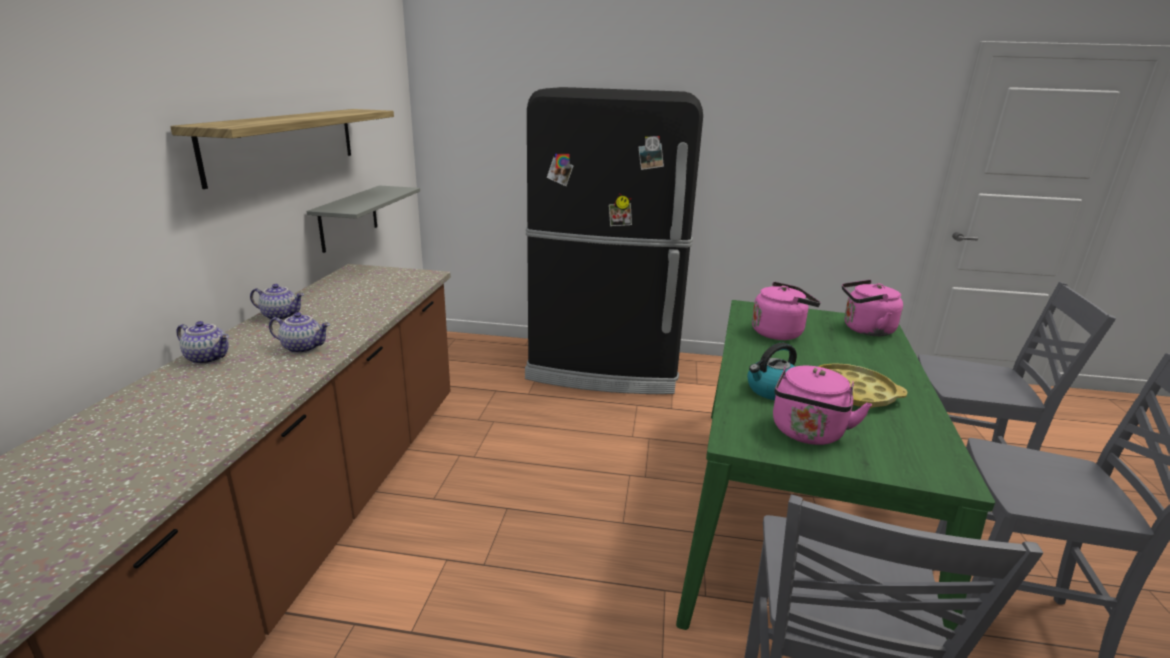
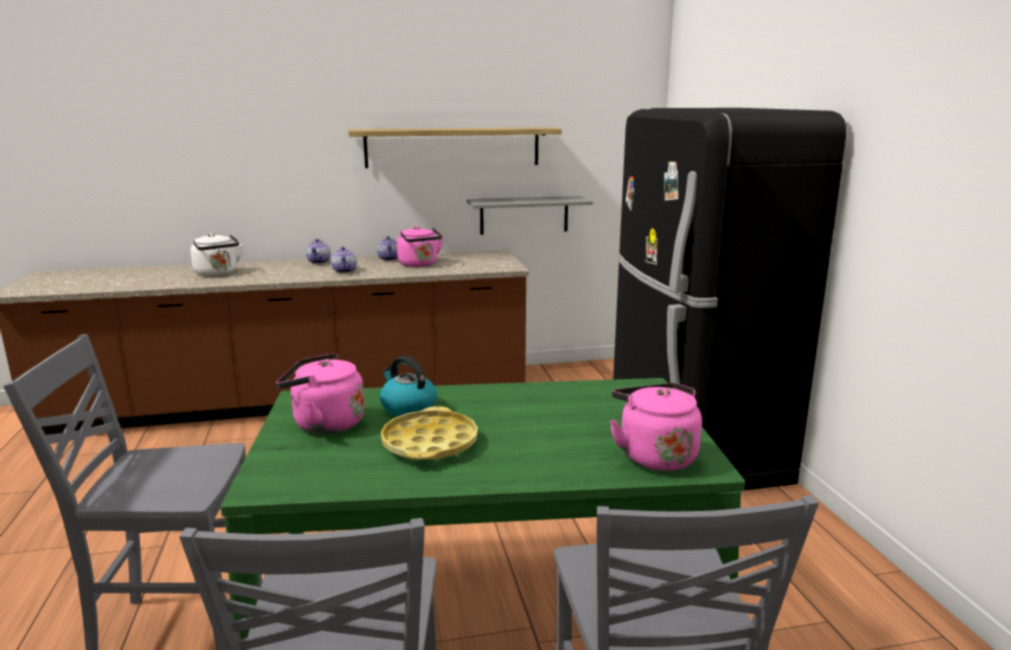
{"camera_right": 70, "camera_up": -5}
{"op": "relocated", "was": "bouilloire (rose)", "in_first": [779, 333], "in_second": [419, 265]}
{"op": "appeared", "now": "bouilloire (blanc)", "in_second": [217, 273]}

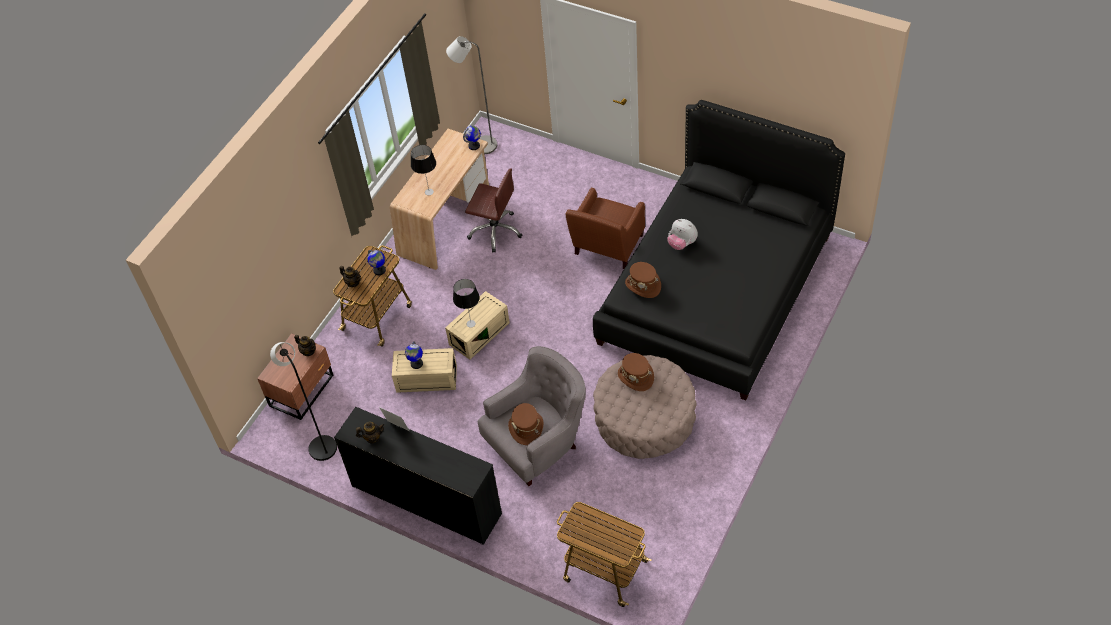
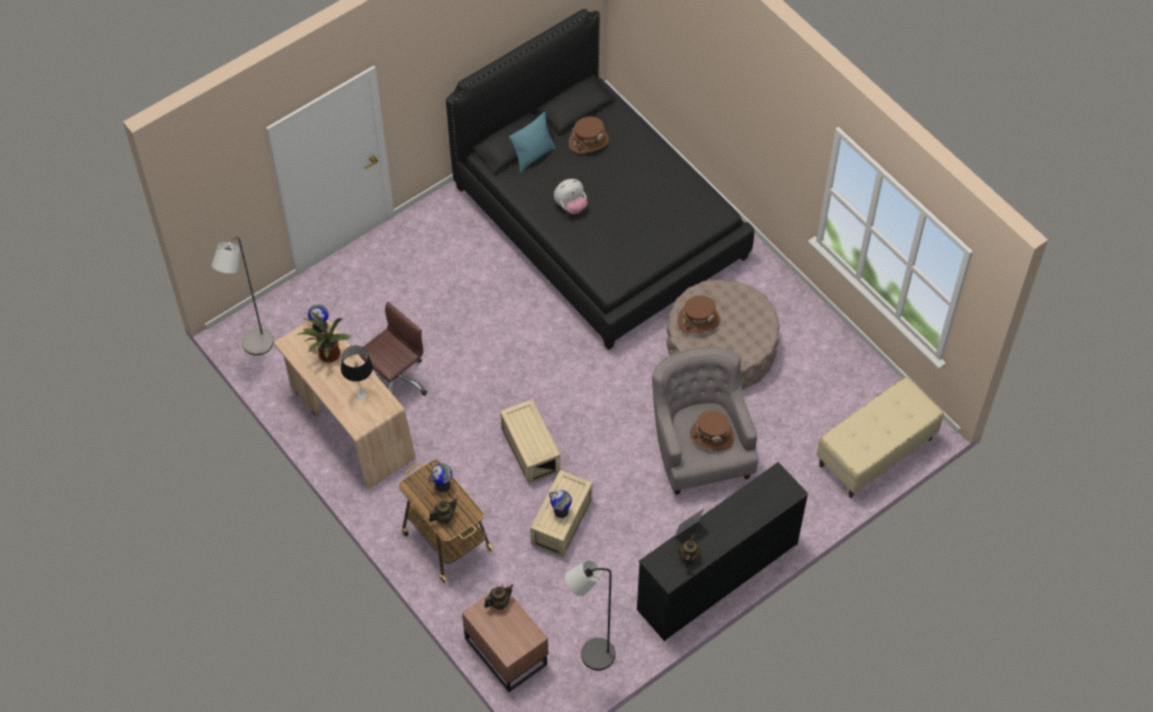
{"camera_right": -70, "camera_up": 5}
{"op": "missing", "was": "lampe de table", "in_first": [471, 323]}
{"op": "exchanged", "was": "chariot", "now": "banc (beige)", "in_first": [604, 570], "in_second": [875, 452]}
{"op": "missing", "was": "fauteuil (marron)", "in_first": [606, 248]}
{"op": "relocated", "was": "chapeau (marron)", "in_first": [643, 285], "in_second": [588, 141]}
{"op": "appeared", "now": "plante en pot", "in_second": [328, 356]}
{"op": "appeared", "now": "coussin (turquoise)", "in_second": [533, 156]}

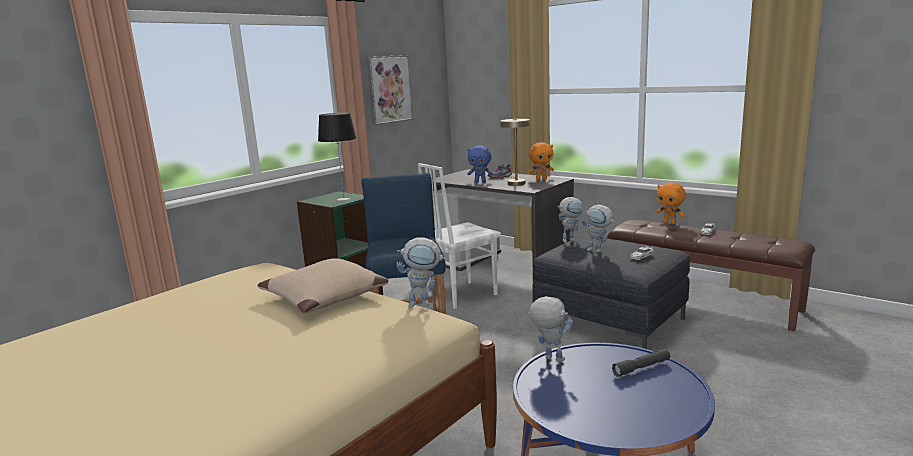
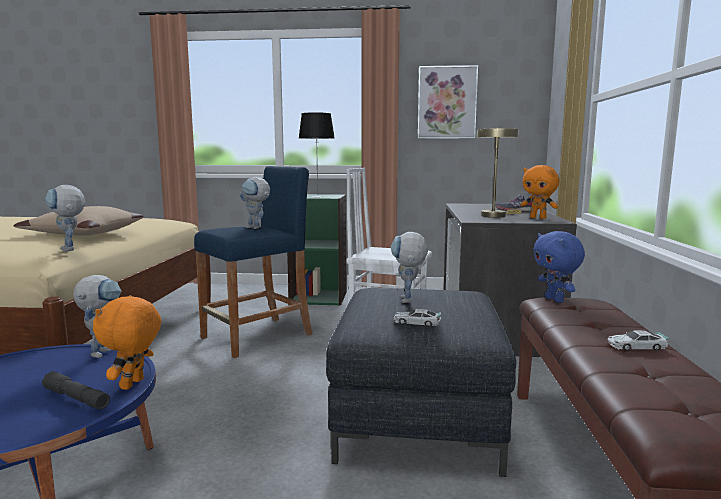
{"camera_right": 55, "camera_up": -5}
{"op": "relocated", "was": "peluche (bleu)", "in_first": [480, 182], "in_second": [555, 300]}
{"op": "relocated", "was": "robot jouet", "in_first": [571, 240], "in_second": [257, 228]}
{"op": "relocated", "was": "peluche (orange)", "in_first": [670, 223], "in_second": [133, 384]}

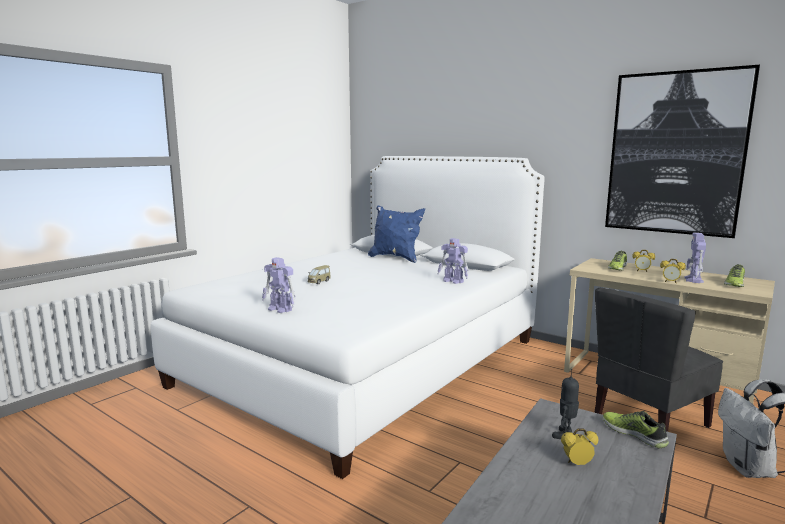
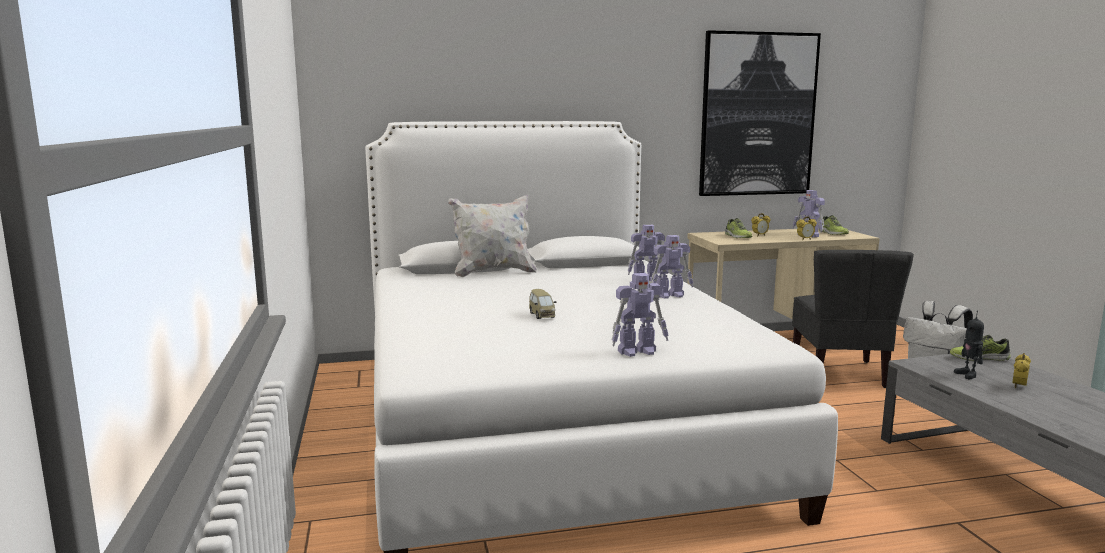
{"camera_right": -50, "camera_up": 0}
{"op": "colour", "was": "coussin (bleu)", "now": "coussin (blanc)", "in_first": [395, 258], "in_second": [493, 272]}
{"op": "appeared", "now": "robot jouet", "in_second": [670, 295]}

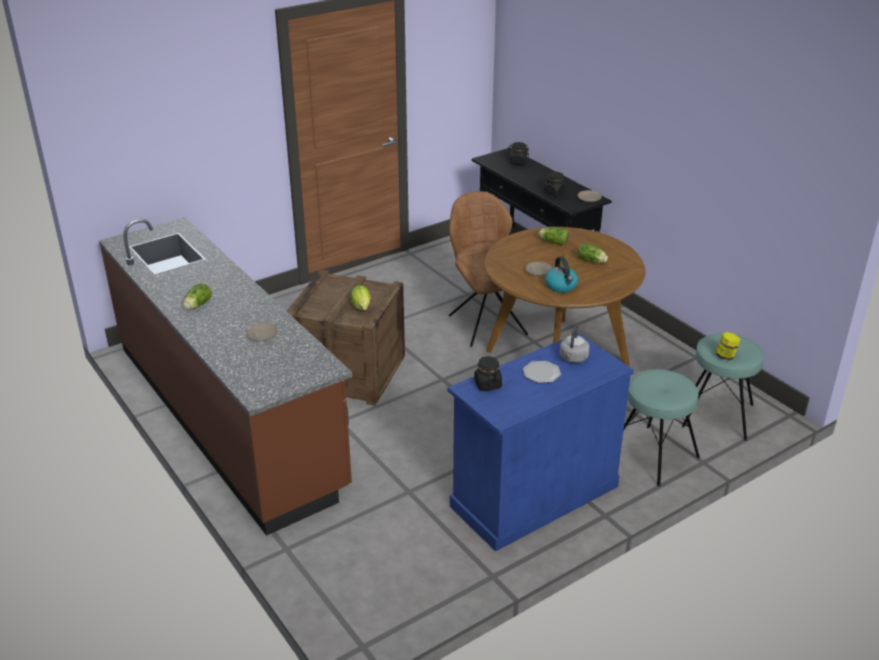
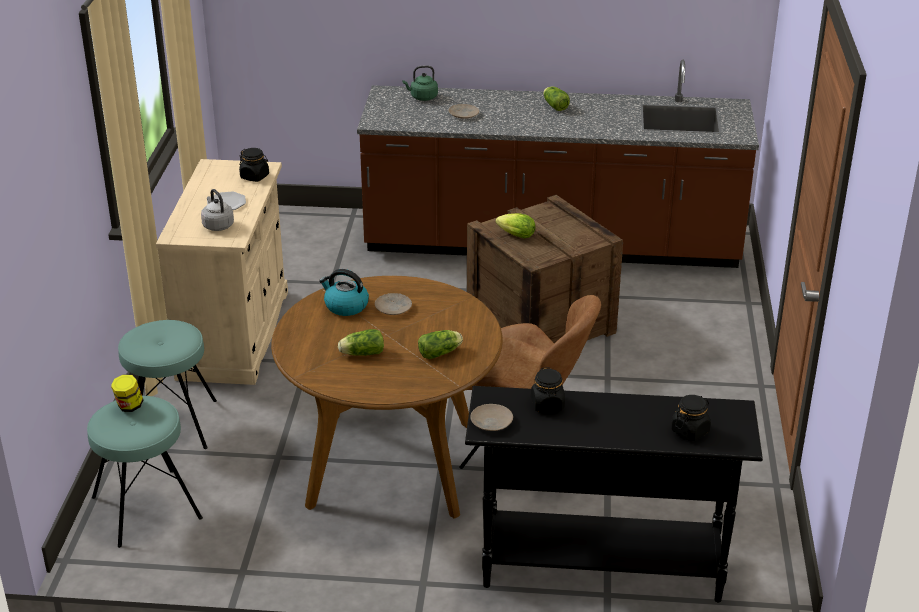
{"camera_right": 130, "camera_up": 0}
{"op": "colour", "was": "meuble de rangement (bleu)", "now": "meuble de rangement (beige)", "in_first": [534, 496], "in_second": [234, 334]}
{"op": "appeared", "now": "bouilloire (vert)", "in_second": [422, 97]}

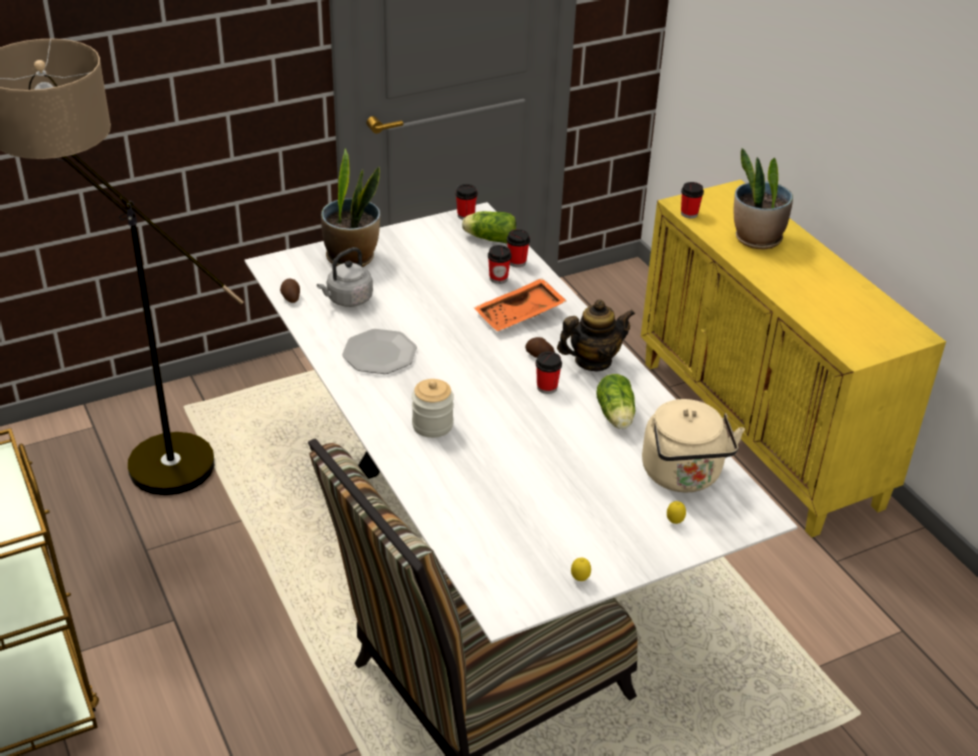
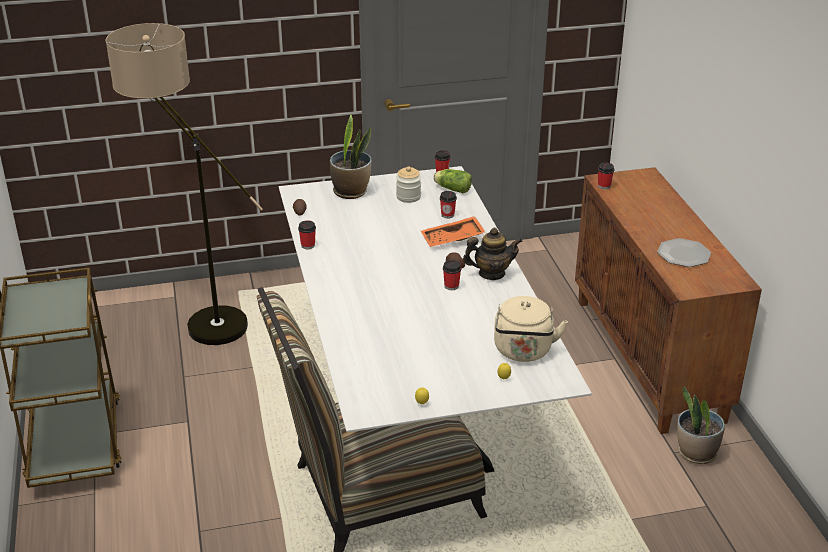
{"camera_right": 15, "camera_up": -5}
{"op": "missing", "was": "bouilloire (gris)", "in_first": [347, 299]}
{"op": "relocated", "was": "assiette", "in_first": [379, 353], "in_second": [683, 254]}
{"op": "relocated", "was": "bocal", "in_first": [432, 425], "in_second": [408, 197]}
{"op": "relocated", "was": "tasse", "in_first": [517, 262], "in_second": [308, 245]}
{"op": "missing", "was": "laitue", "in_first": [616, 416]}
{"op": "colour", "was": "meuble de rangement (jaune)", "now": "meuble de rangement (marron)", "in_first": [760, 433], "in_second": [649, 359]}
{"op": "relocated", "was": "plante en pot", "in_first": [756, 239], "in_second": [696, 453]}

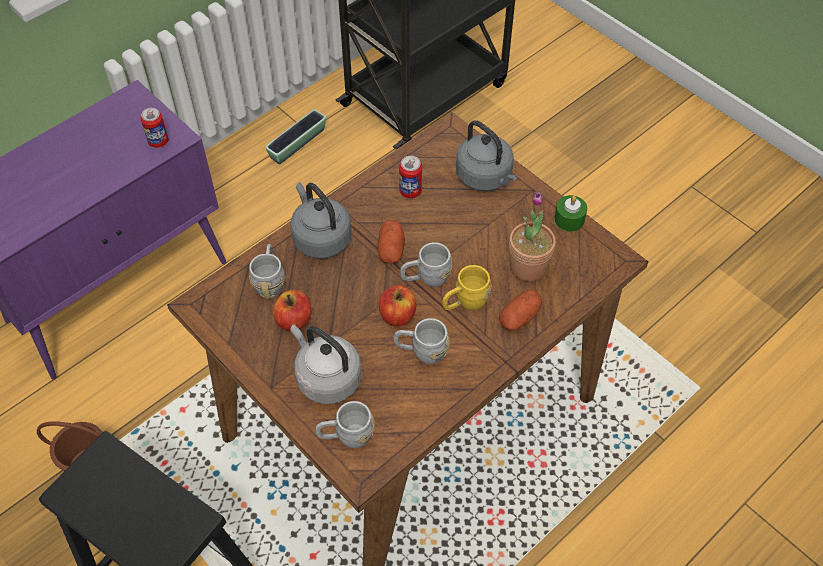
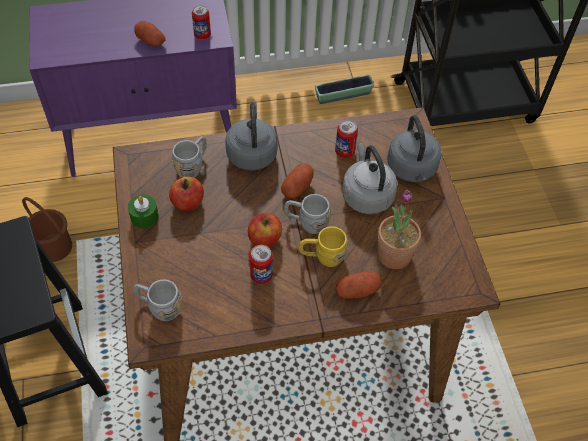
{"camera_right": 30, "camera_up": 0}
{"op": "relocated", "was": "bouilloire (gris)", "in_first": [326, 378], "in_second": [366, 195]}
{"op": "exchanged", "was": "mug (gris)", "now": "boîte métallique", "in_first": [421, 352], "in_second": [261, 275]}
{"op": "relocated", "was": "bougie (vert)", "in_first": [569, 219], "in_second": [144, 216]}
{"op": "appeared", "now": "pomme de terre", "in_second": [151, 41]}

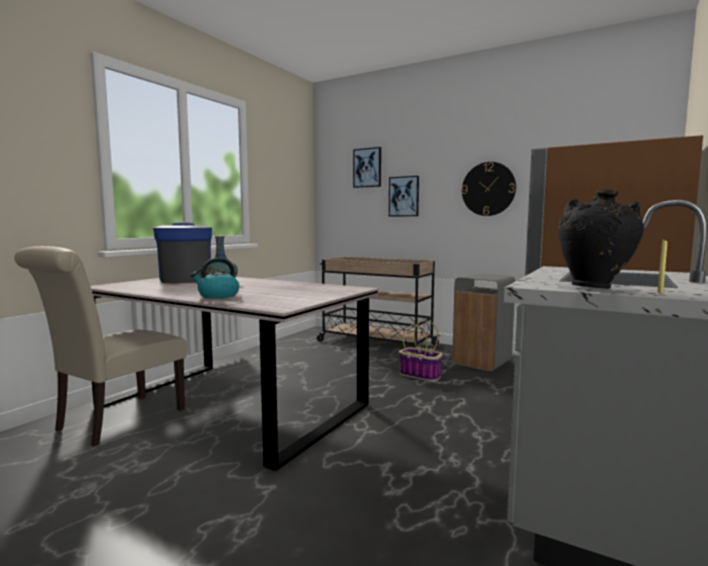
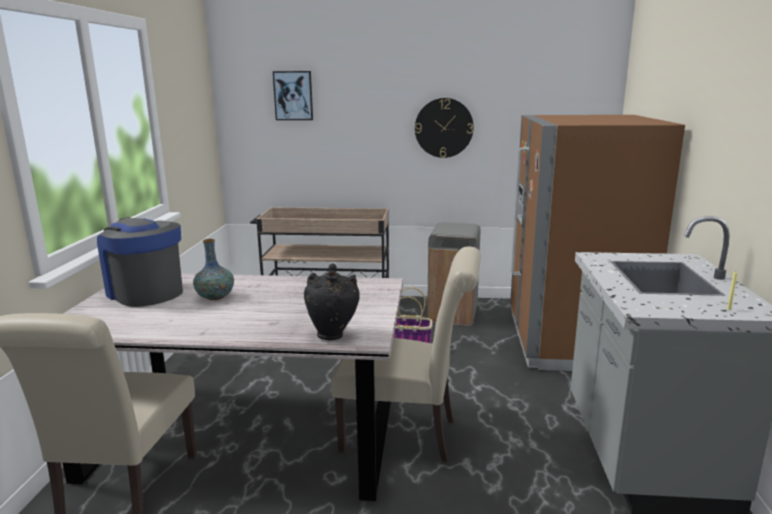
{"camera_right": -25, "camera_up": 10}
{"op": "missing", "was": "bouilloire", "in_first": [218, 296]}
{"op": "missing", "was": "tableau", "in_first": [404, 196]}
{"op": "relocated", "was": "vase (noir)", "in_first": [594, 287], "in_second": [333, 335]}
{"op": "appeared", "now": "chaise (beige)", "in_second": [407, 435]}

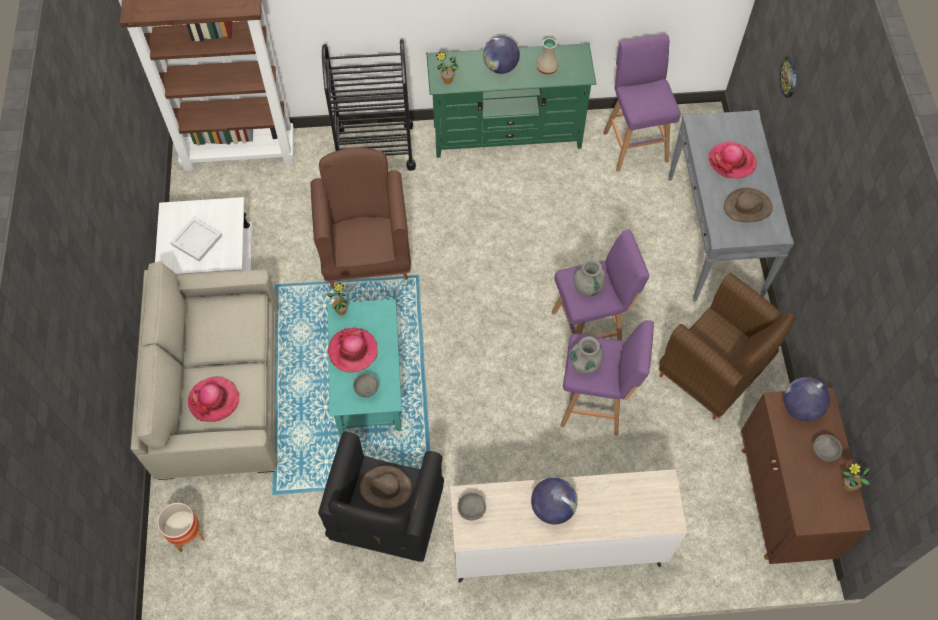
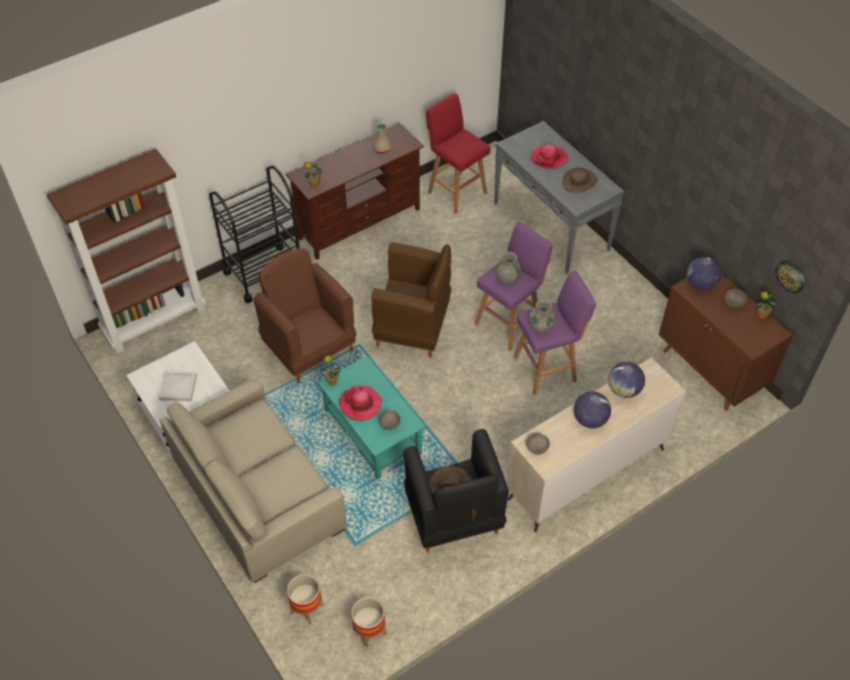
{"camera_right": -30, "camera_up": -10}
{"op": "missing", "was": "chapeau", "in_first": [214, 400]}
{"op": "colour", "was": "meuble télé (vert)", "now": "meuble télé (marron)", "in_first": [507, 135], "in_second": [359, 223]}
{"op": "relocated", "was": "globe", "in_first": [500, 67], "in_second": [624, 390]}
{"op": "colour", "was": "tabouret (violet)", "now": "tabouret (rouge)", "in_first": [634, 145], "in_second": [456, 192]}
{"op": "relocated", "was": "fauteuil (marron)", "in_first": [712, 372], "in_second": [413, 327]}
{"op": "relocated", "was": "horloge murale", "in_first": [789, 76], "in_second": [790, 276]}
{"op": "appeared", "now": "cache-pot", "in_second": [369, 632]}

